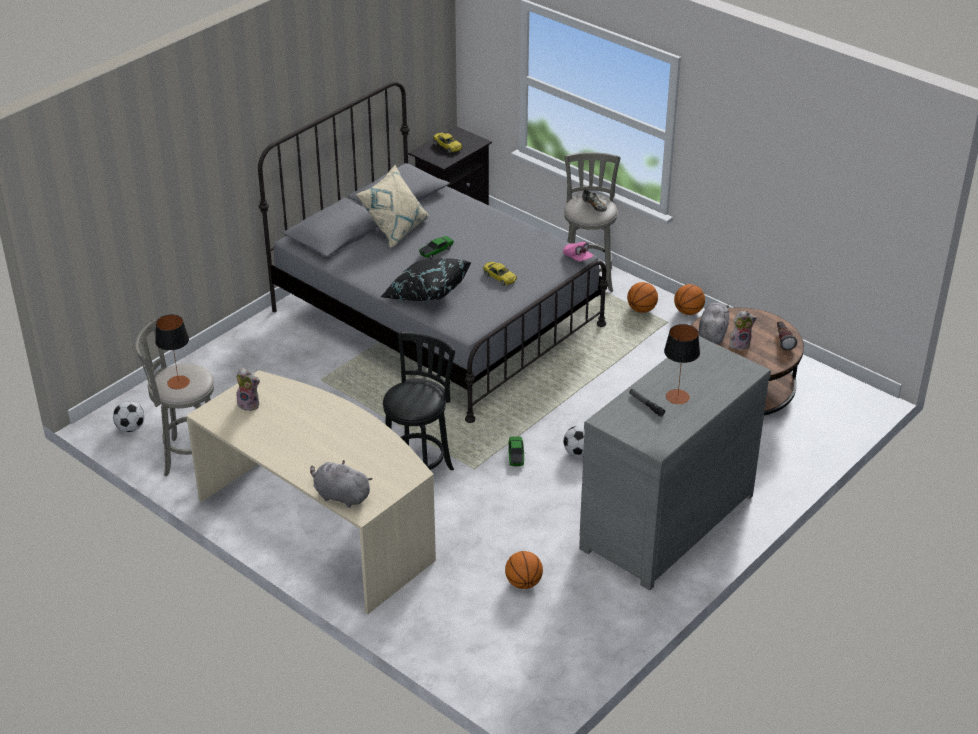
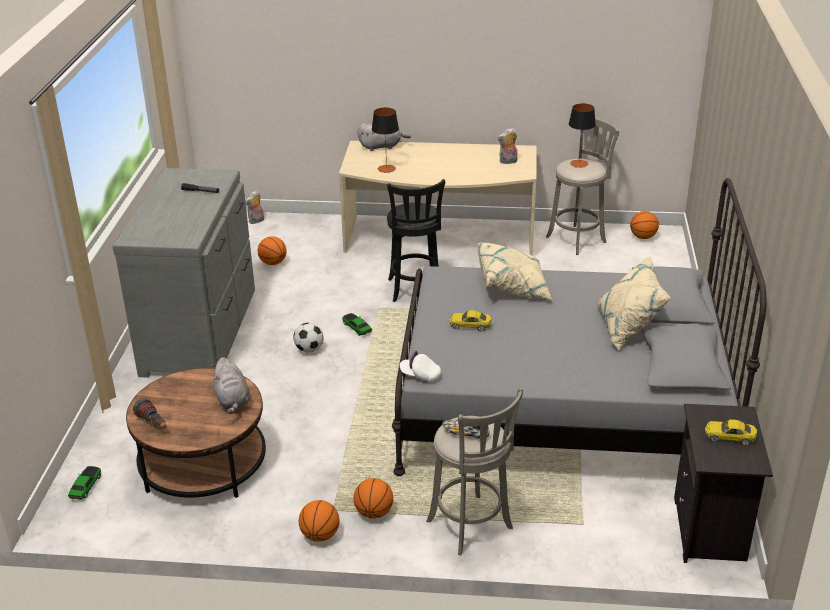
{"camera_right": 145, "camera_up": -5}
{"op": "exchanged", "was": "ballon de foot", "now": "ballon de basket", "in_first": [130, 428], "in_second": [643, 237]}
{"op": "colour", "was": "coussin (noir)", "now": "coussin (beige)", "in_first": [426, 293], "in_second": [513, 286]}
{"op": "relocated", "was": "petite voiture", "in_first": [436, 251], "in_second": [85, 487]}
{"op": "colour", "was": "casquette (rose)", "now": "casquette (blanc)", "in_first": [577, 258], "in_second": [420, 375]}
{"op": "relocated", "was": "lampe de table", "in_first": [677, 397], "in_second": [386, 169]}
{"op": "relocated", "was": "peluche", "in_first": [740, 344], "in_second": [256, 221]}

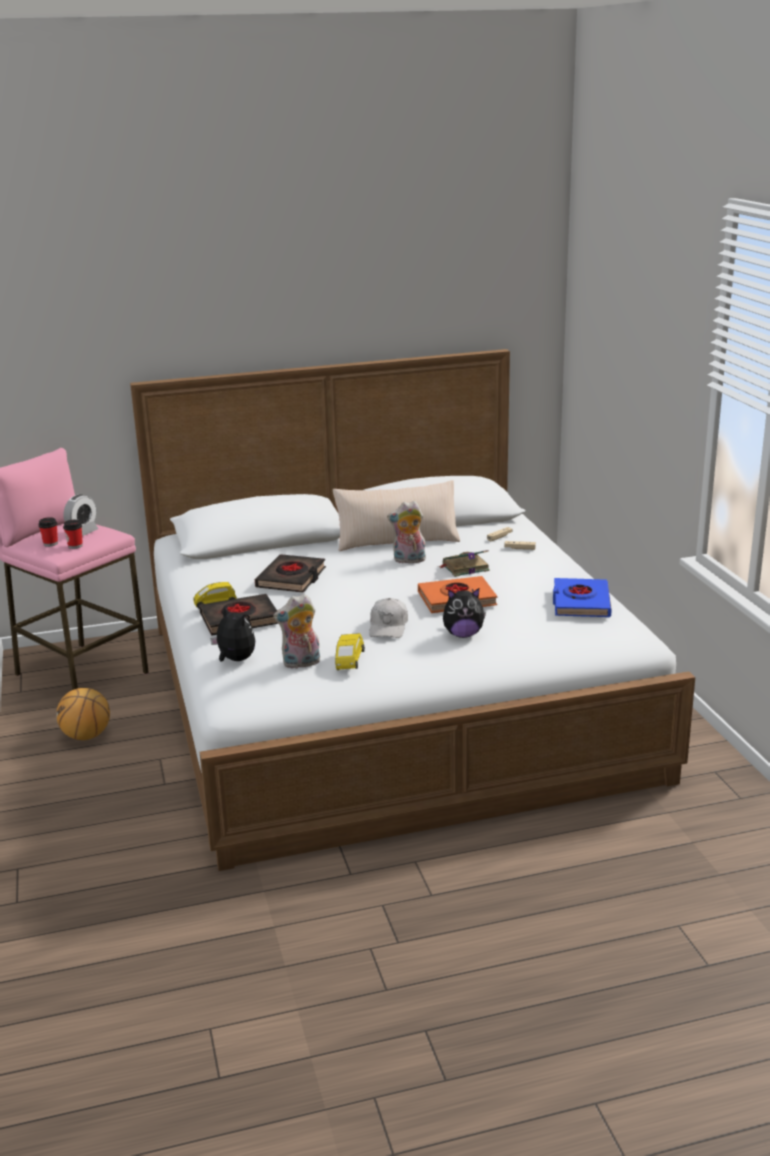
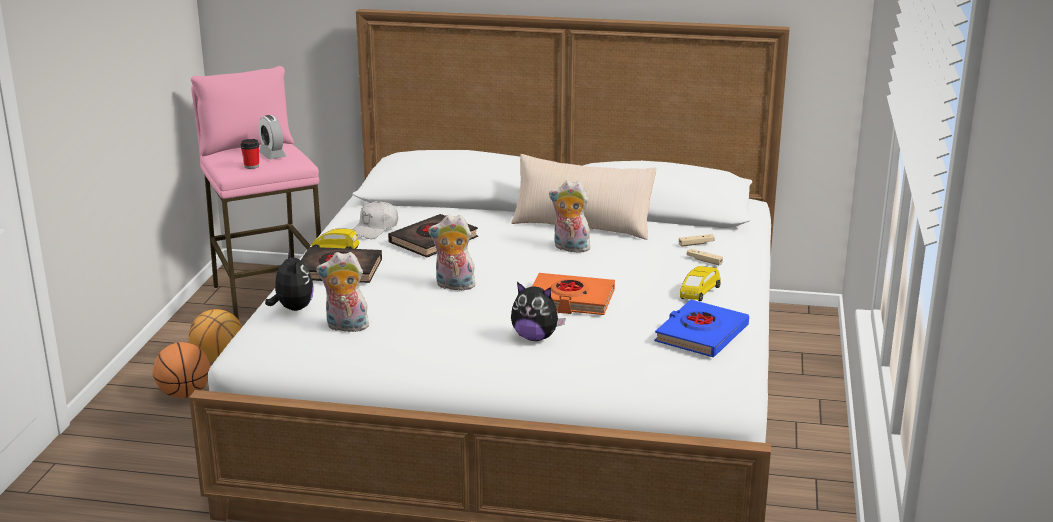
{"camera_right": 25, "camera_up": 0}
{"op": "missing", "was": "tasse", "in_first": [50, 544]}
{"op": "spun", "was": "réveil", "in_first": [82, 533], "in_second": [272, 155], "clockwise": 90}
{"op": "relocated", "was": "petite voiture (jaune)", "in_first": [349, 661], "in_second": [699, 294]}
{"op": "relocated", "was": "casquette (blanc)", "in_first": [388, 627], "in_second": [375, 229]}
{"op": "missing", "was": "livre", "in_first": [464, 568]}
{"op": "appeared", "now": "ballon de basket", "in_second": [184, 394]}
{"op": "appeared", "now": "peluche", "in_second": [453, 286]}

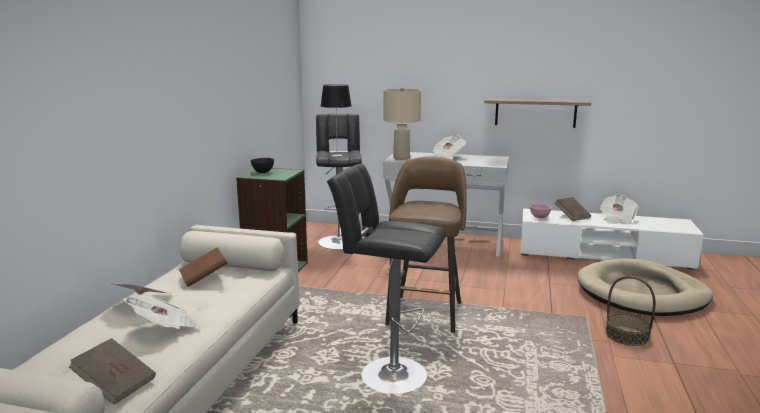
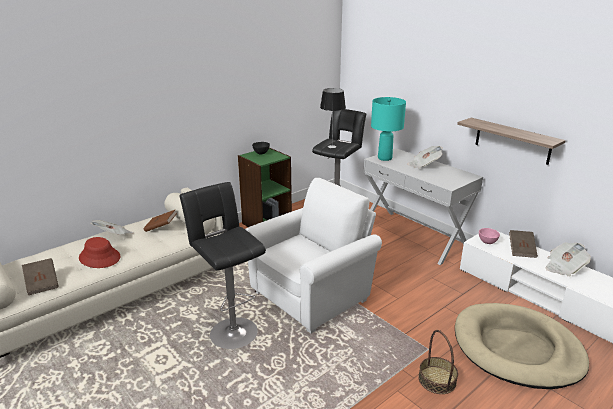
{"camera_right": 35, "camera_up": 10}
{"op": "exchanged", "was": "journal", "now": "chapeau (rouge)", "in_first": [165, 328], "in_second": [100, 257]}
{"op": "colour", "was": "lampe de table (beige)", "now": "lampe de table (turquoise)", "in_first": [401, 158], "in_second": [385, 158]}
{"op": "exchanged", "was": "tabouret (marron)", "now": "fauteuil (blanc)", "in_first": [425, 312], "in_second": [314, 295]}

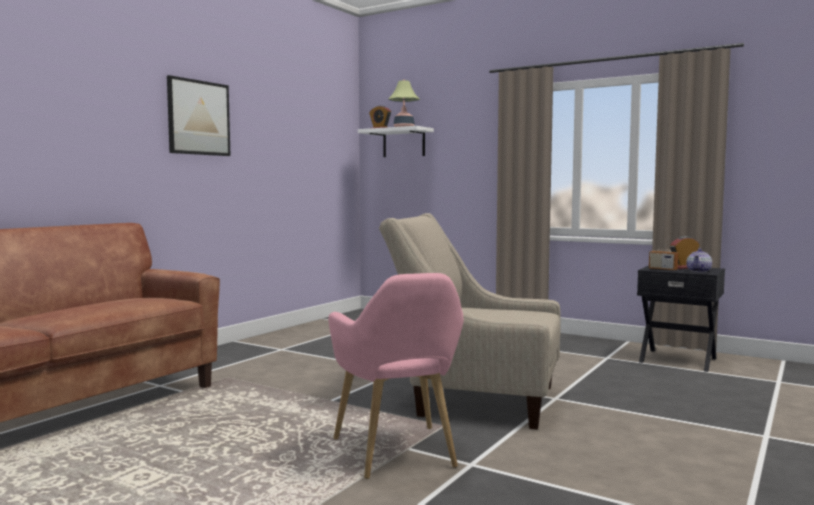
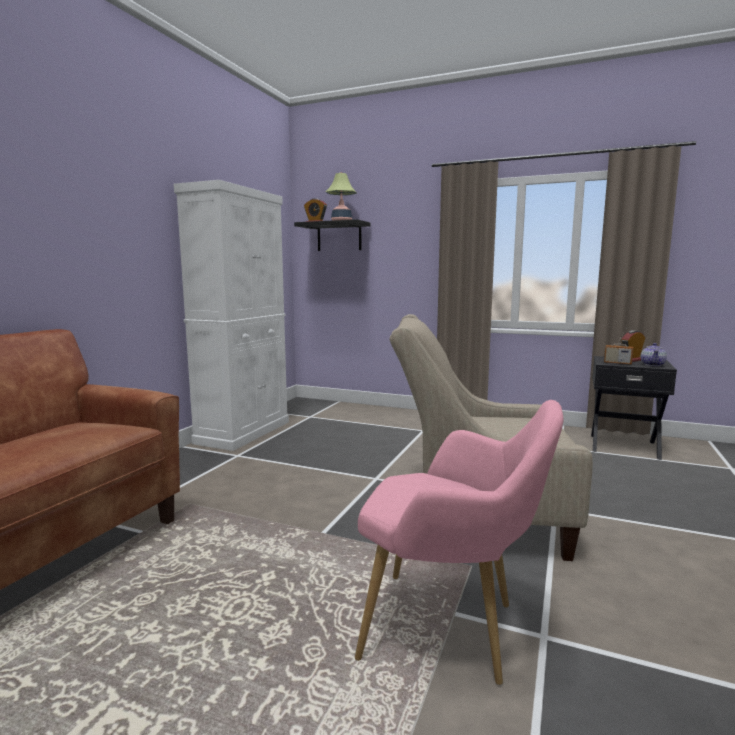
{"camera_right": -10, "camera_up": 5}
{"op": "missing", "was": "tableau", "in_first": [198, 118]}
{"op": "spun", "was": "fauteuil (rose)", "in_first": [398, 456], "in_second": [450, 630], "clockwise": -45}
{"op": "colour", "was": "étagère (blanc)", "now": "étagère (noir)", "in_first": [404, 143], "in_second": [339, 237]}
{"op": "appeared", "now": "meuble de rangement (blanc)", "in_second": [244, 432]}

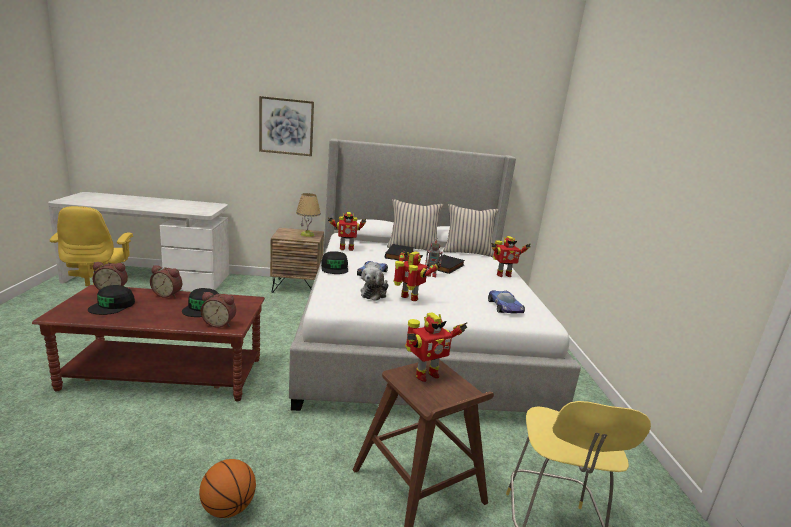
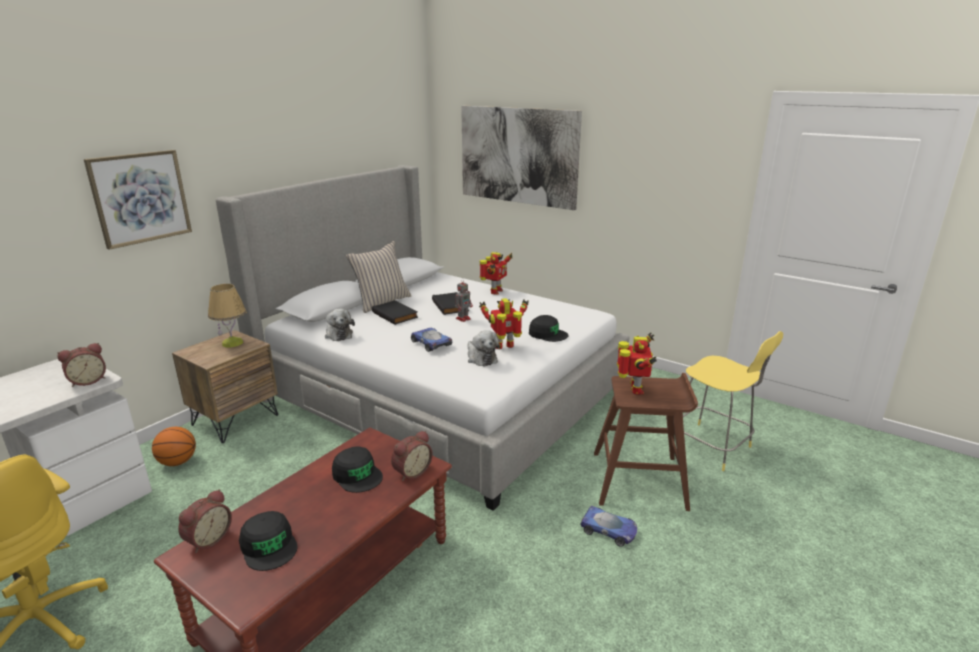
{"camera_right": -50, "camera_up": 5}
{"op": "relocated", "was": "réveil", "in_first": [168, 294], "in_second": [88, 381]}
{"op": "relocated", "was": "ballon de basket", "in_first": [228, 508], "in_second": [178, 462]}
{"op": "relocated", "was": "casquette (noir)", "in_first": [334, 268], "in_second": [547, 334]}
{"op": "exchanged", "was": "robot jouet", "now": "peluche", "in_first": [346, 248], "in_second": [338, 334]}
{"op": "missing", "was": "coussin (beige)", "in_first": [467, 252]}
{"op": "relocated", "was": "petite voiture", "in_first": [505, 307], "in_second": [609, 530]}
{"op": "appeared", "now": "tableau", "in_second": [518, 156]}

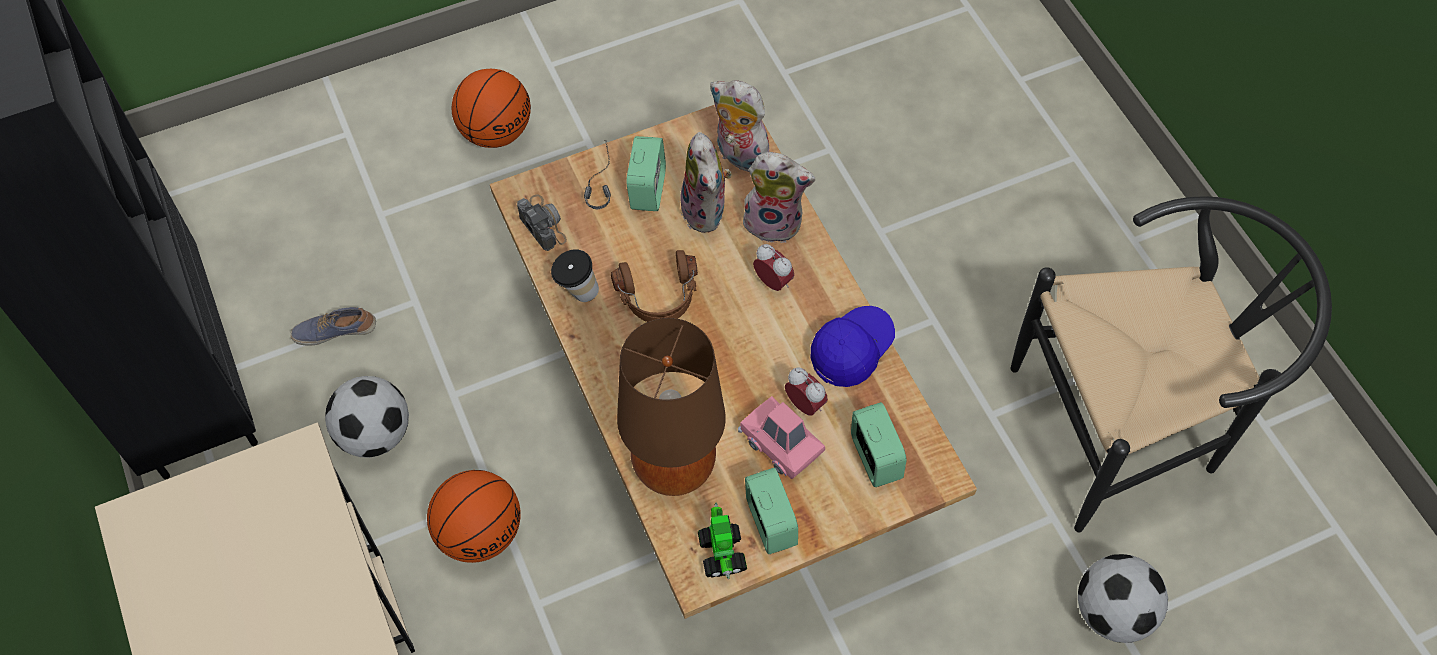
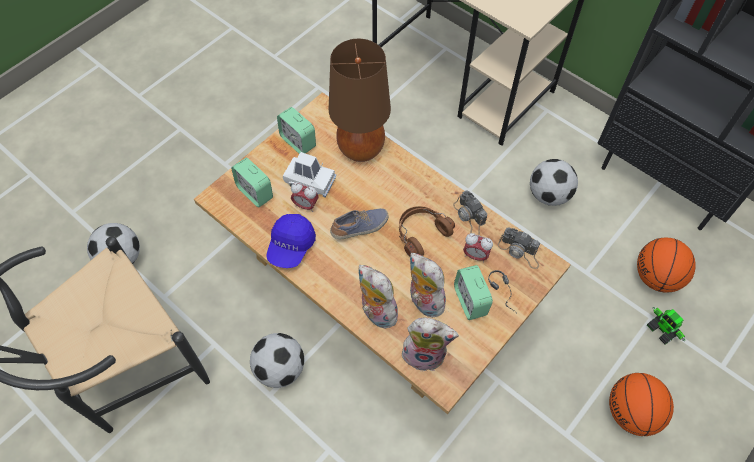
{"camera_right": 155, "camera_up": 0}
{"op": "relocated", "was": "chaussure", "in_first": [335, 332], "in_second": [360, 228]}
{"op": "relocated", "was": "ballon de basket", "in_first": [481, 532], "in_second": [656, 277]}
{"op": "exchanged", "was": "tasse", "now": "appareil photo", "in_first": [577, 293], "in_second": [469, 217]}
{"op": "relocated", "was": "robot jouet", "in_first": [722, 552], "in_second": [662, 330]}
{"op": "colour", "was": "petite voiture (rose)", "now": "petite voiture (blanc)", "in_first": [781, 443], "in_second": [310, 181]}
{"op": "spun", "was": "peluche", "in_first": [775, 222], "in_second": [376, 312], "clockwise": 60}
{"op": "relocated", "was": "réveil", "in_first": [773, 282], "in_second": [475, 256]}
{"op": "appeared", "now": "ballon de foot", "in_second": [280, 369]}

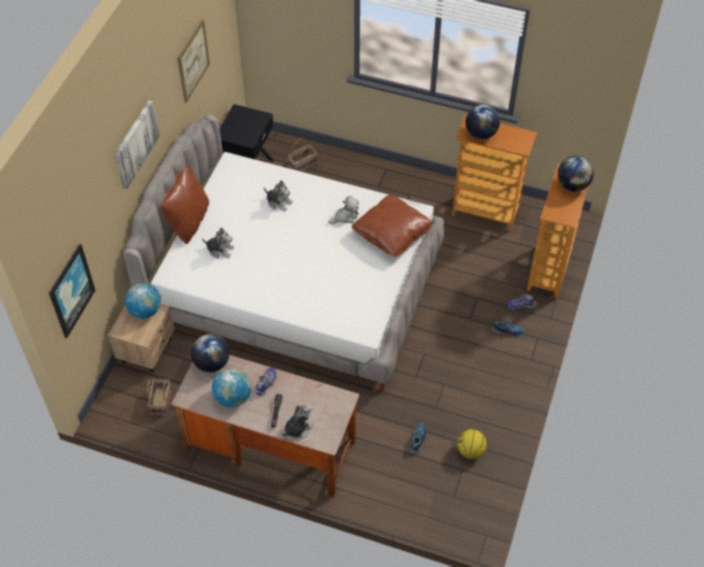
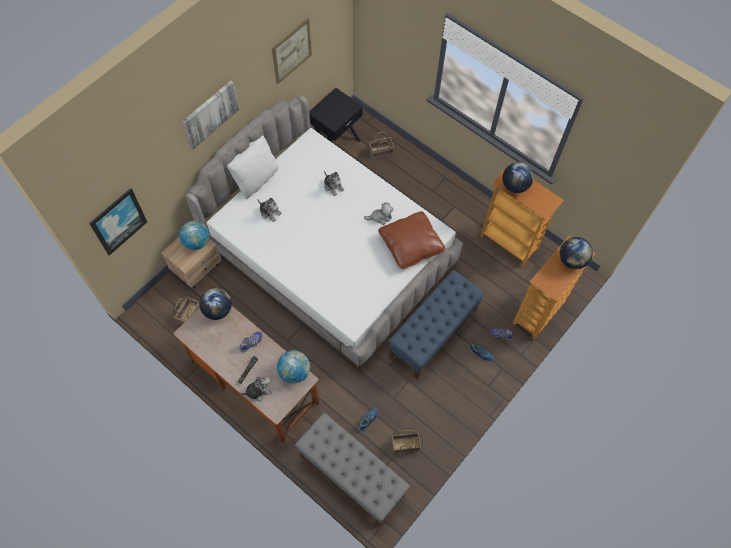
{"camera_right": 20, "camera_up": 10}
{"op": "colour", "was": "coussin (marron)", "now": "coussin (blanc)", "in_first": [188, 221], "in_second": [256, 179]}
{"op": "relocated", "was": "globe", "in_first": [233, 397], "in_second": [294, 372]}
{"op": "exchanged", "was": "ballon de basket", "now": "panier", "in_first": [470, 451], "in_second": [404, 445]}
{"op": "appeared", "now": "banc (gris)", "in_second": [351, 475]}
{"op": "appeared", "now": "banc (bleu)", "in_second": [433, 333]}

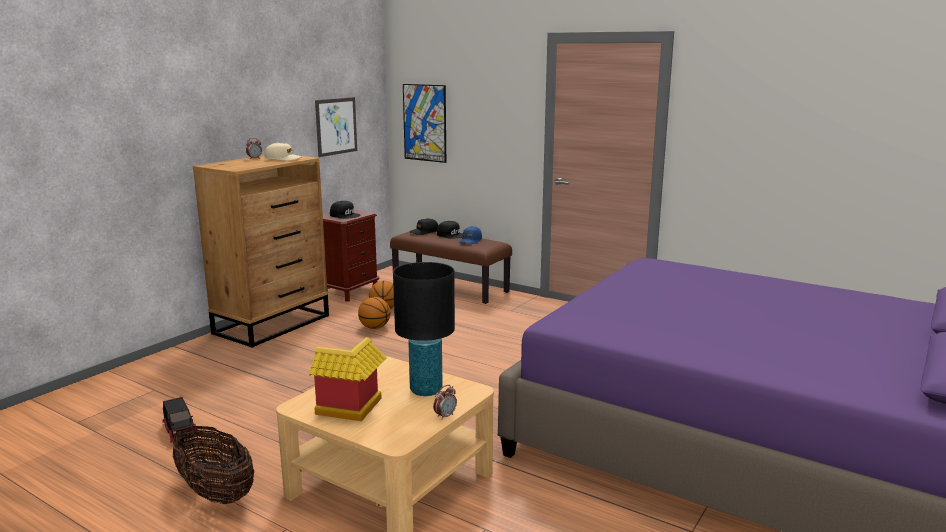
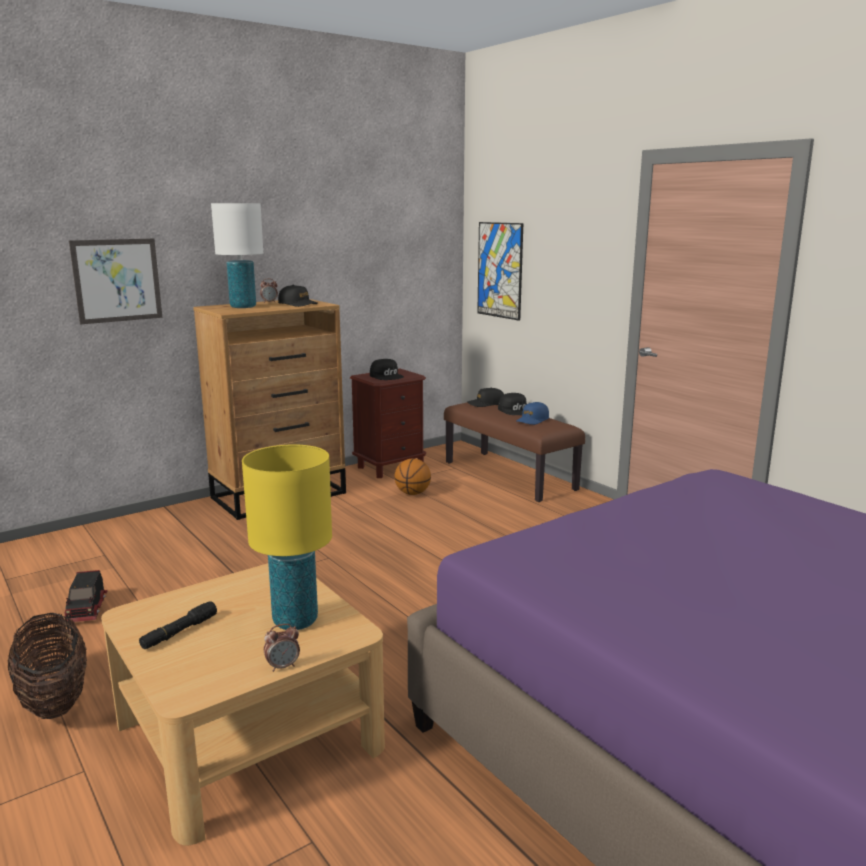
{"camera_right": 20, "camera_up": 0}
{"op": "colour", "was": "casquette (beige)", "now": "casquette (noir)", "in_first": [283, 159], "in_second": [297, 304]}
{"op": "exchanged", "was": "maison miniature", "now": "lampe de poche (noir)", "in_first": [350, 410], "in_second": [179, 632]}
{"op": "relocated", "was": "tableau", "in_first": [336, 126], "in_second": [117, 280]}
{"op": "missing", "was": "ballon de basket", "in_first": [374, 327]}
{"op": "colour", "was": "lampe de table (noir)", "now": "lampe de table (jaune)", "in_first": [426, 390], "in_second": [295, 621]}
{"op": "appeared", "now": "lampe de table (blanc)", "in_second": [243, 307]}

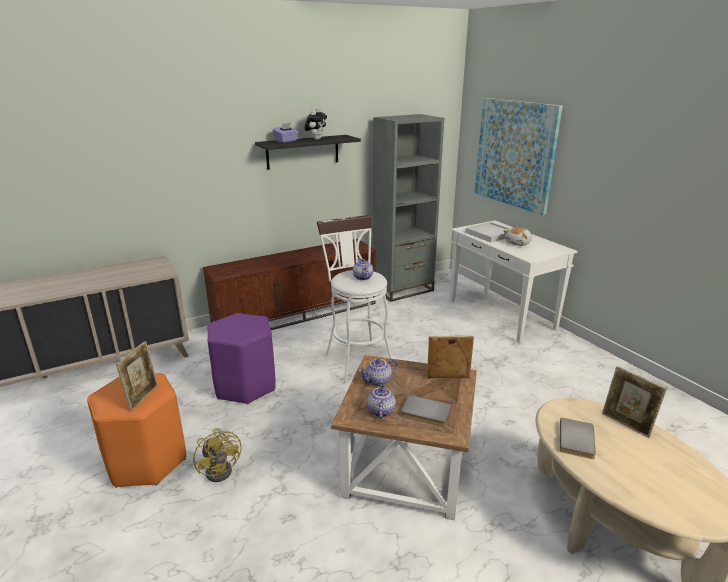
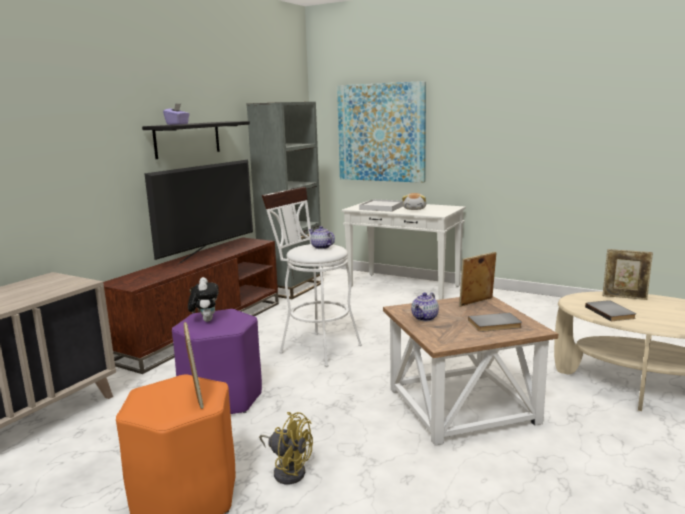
{"camera_right": -30, "camera_up": -10}
{"op": "relocated", "was": "peluche", "in_first": [316, 139], "in_second": [205, 320]}
{"op": "missing", "was": "théière", "in_first": [380, 411]}
{"op": "appeared", "now": "téléviseur", "in_second": [208, 254]}

